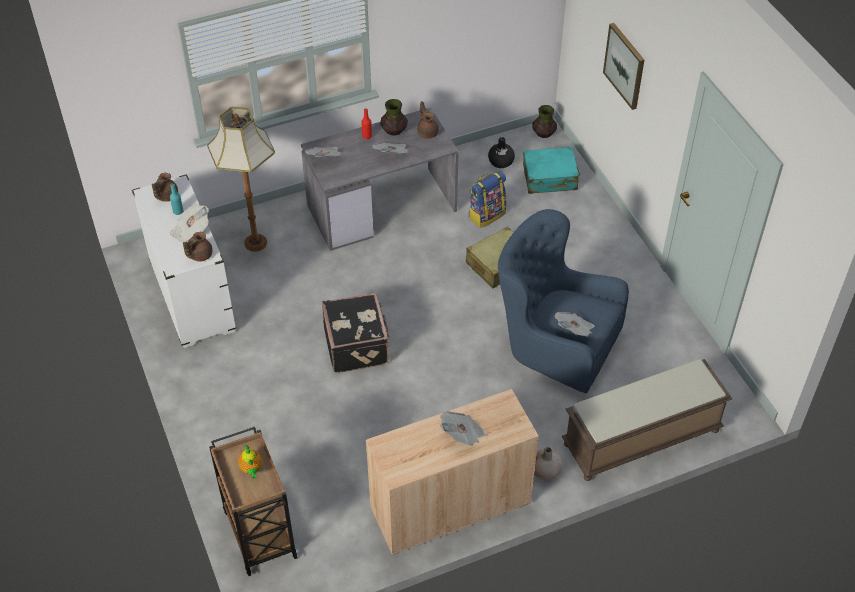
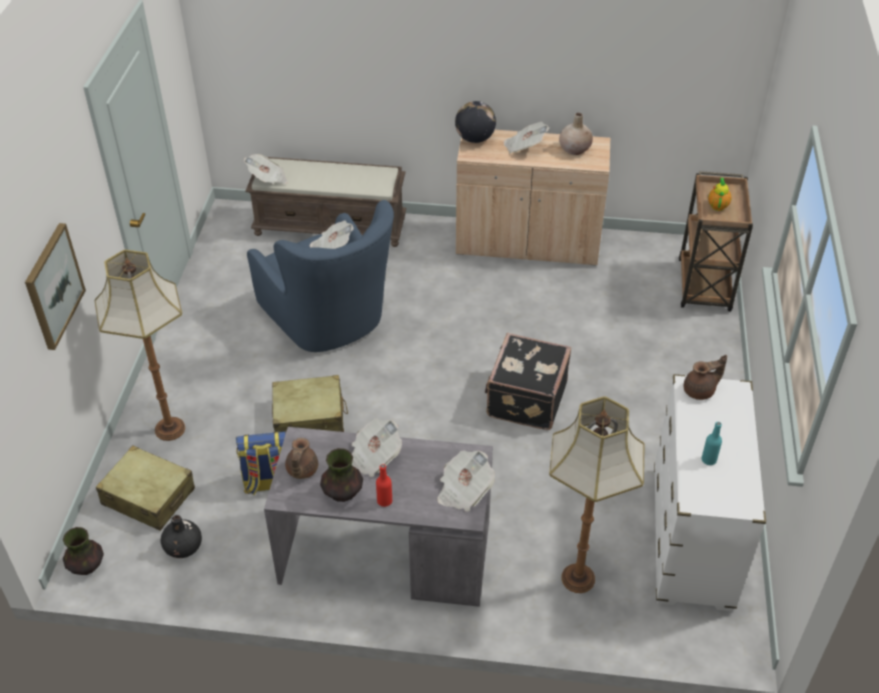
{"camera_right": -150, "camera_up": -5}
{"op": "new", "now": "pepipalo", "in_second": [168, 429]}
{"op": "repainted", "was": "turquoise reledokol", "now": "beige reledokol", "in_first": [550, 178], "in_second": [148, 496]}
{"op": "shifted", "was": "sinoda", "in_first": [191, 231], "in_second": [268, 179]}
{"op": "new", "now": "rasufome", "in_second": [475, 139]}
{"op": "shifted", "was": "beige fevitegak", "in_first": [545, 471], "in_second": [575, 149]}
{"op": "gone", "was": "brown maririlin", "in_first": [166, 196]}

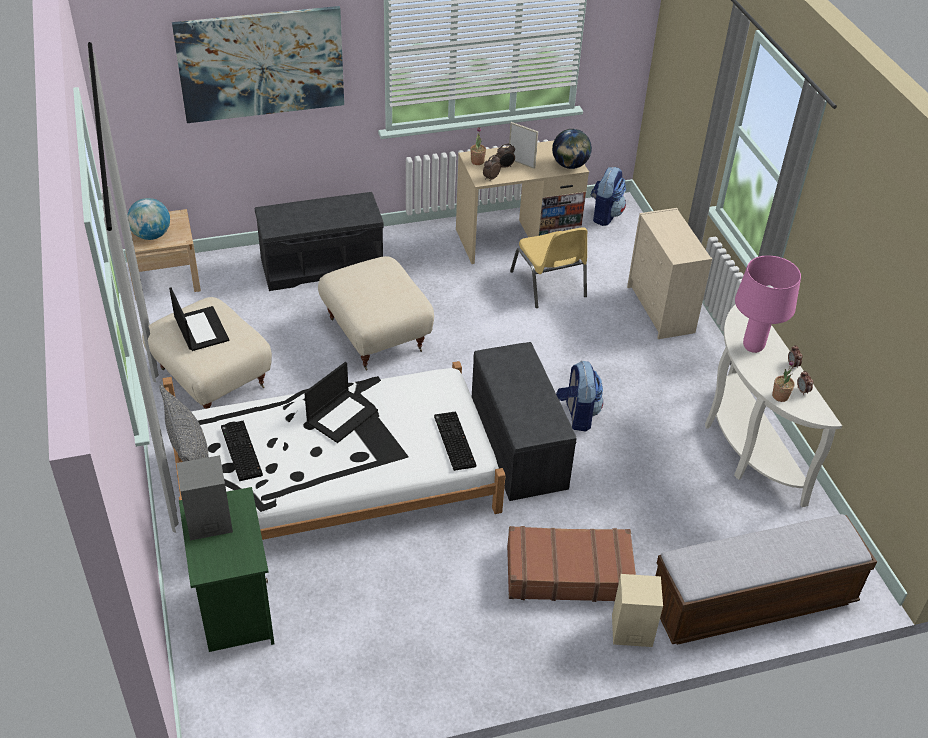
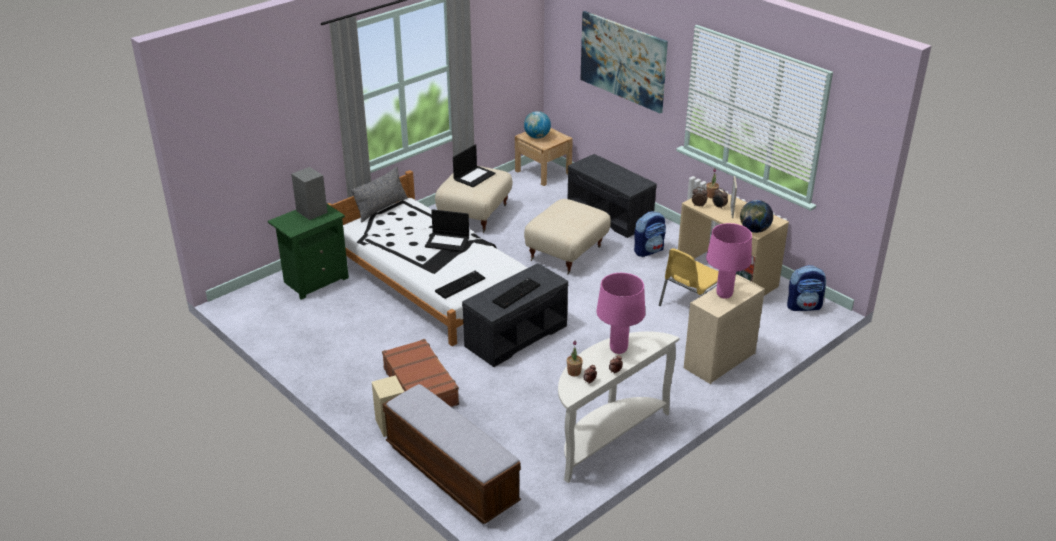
{"camera_right": 65, "camera_up": -10}
{"op": "shifted", "was": "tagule", "in_first": [240, 451], "in_second": [516, 293]}
{"op": "shifted", "was": "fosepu", "in_first": [577, 415], "in_second": [649, 250]}
{"op": "new", "now": "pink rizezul", "in_second": [724, 295]}

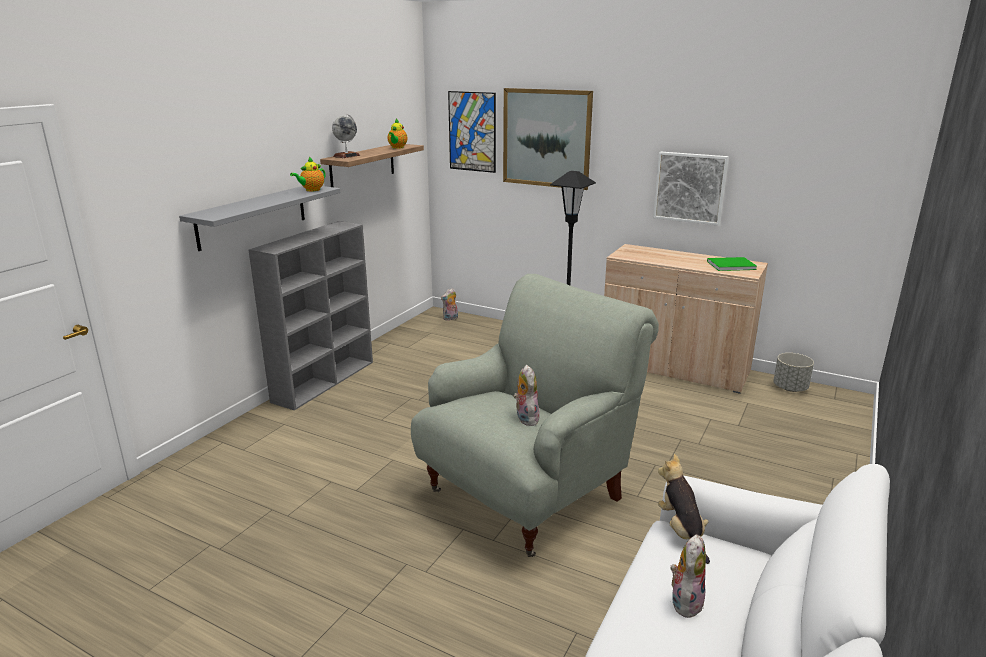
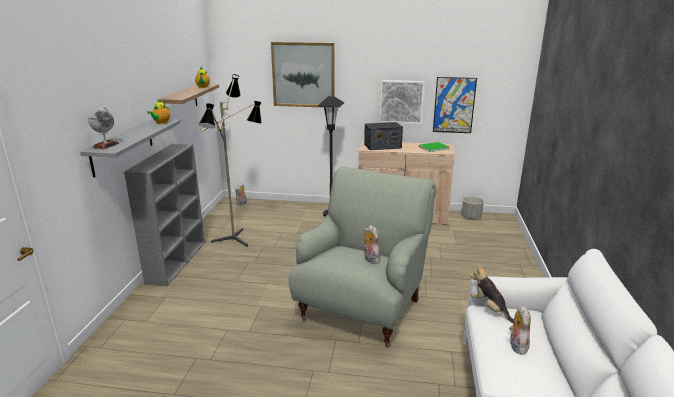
{"camera_right": -20, "camera_up": 0}
{"op": "shifted", "was": "rasufome", "in_first": [346, 156], "in_second": [106, 145]}
{"op": "new", "now": "pepipalo", "in_second": [238, 239]}
{"op": "new", "now": "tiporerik", "in_second": [382, 146]}
{"op": "shifted", "was": "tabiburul", "in_first": [472, 131], "in_second": [454, 105]}

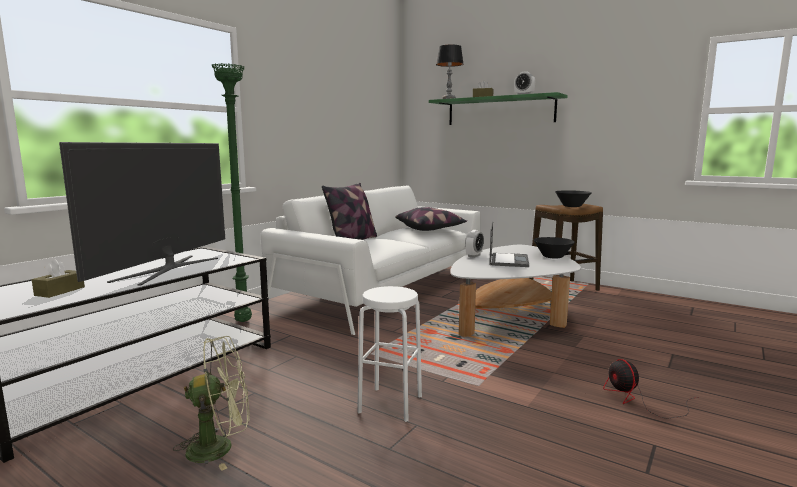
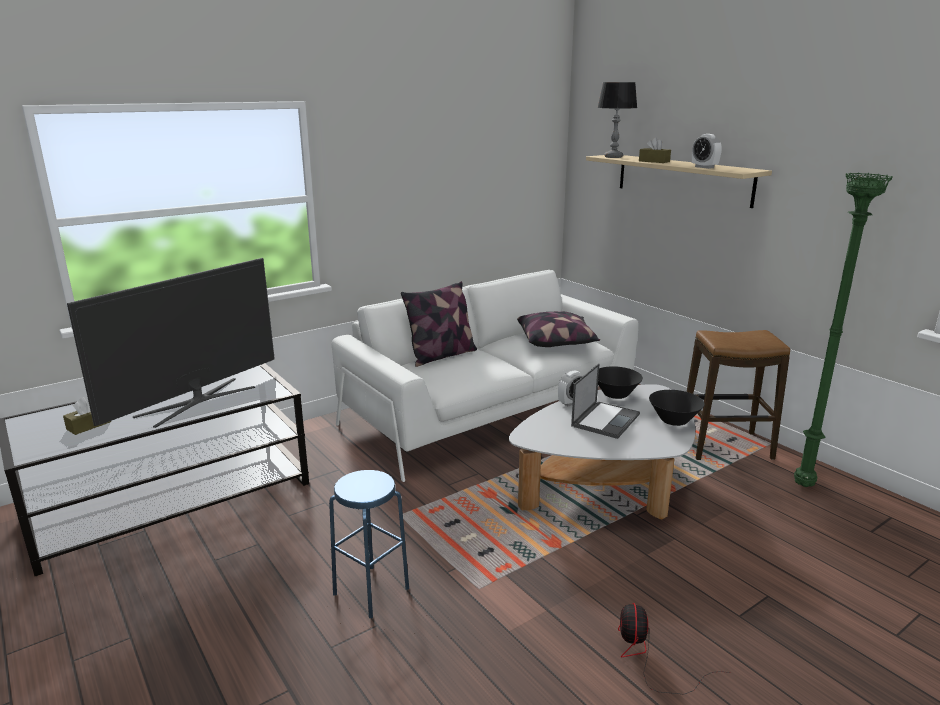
{"camera_right": 20, "camera_up": 10}
{"op": "repainted", "was": "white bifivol", "now": "blue bifivol", "in_first": [390, 404], "in_second": [371, 591]}
{"op": "repainted", "was": "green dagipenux", "now": "beige dagipenux", "in_first": [500, 111], "in_second": [682, 179]}
{"op": "shifted", "was": "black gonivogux", "in_first": [572, 206], "in_second": [615, 394]}
{"op": "shifted", "was": "green pepipalo", "in_first": [244, 321], "in_second": [805, 485]}
{"op": "gone", "was": "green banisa", "in_first": [220, 447]}

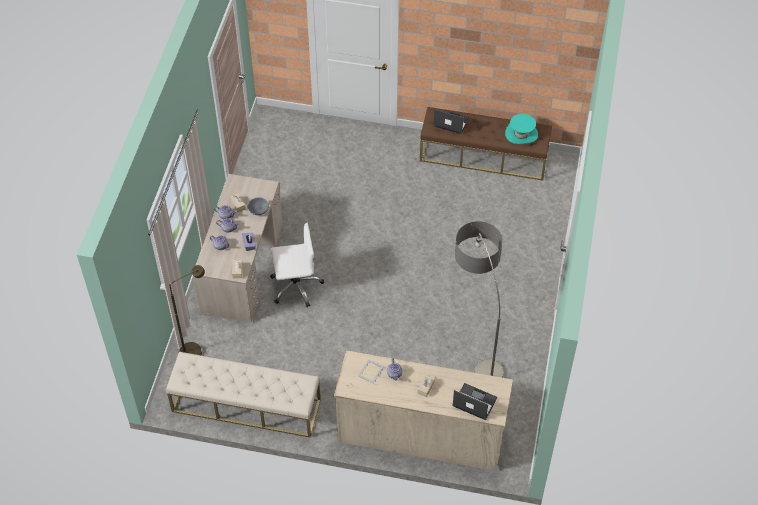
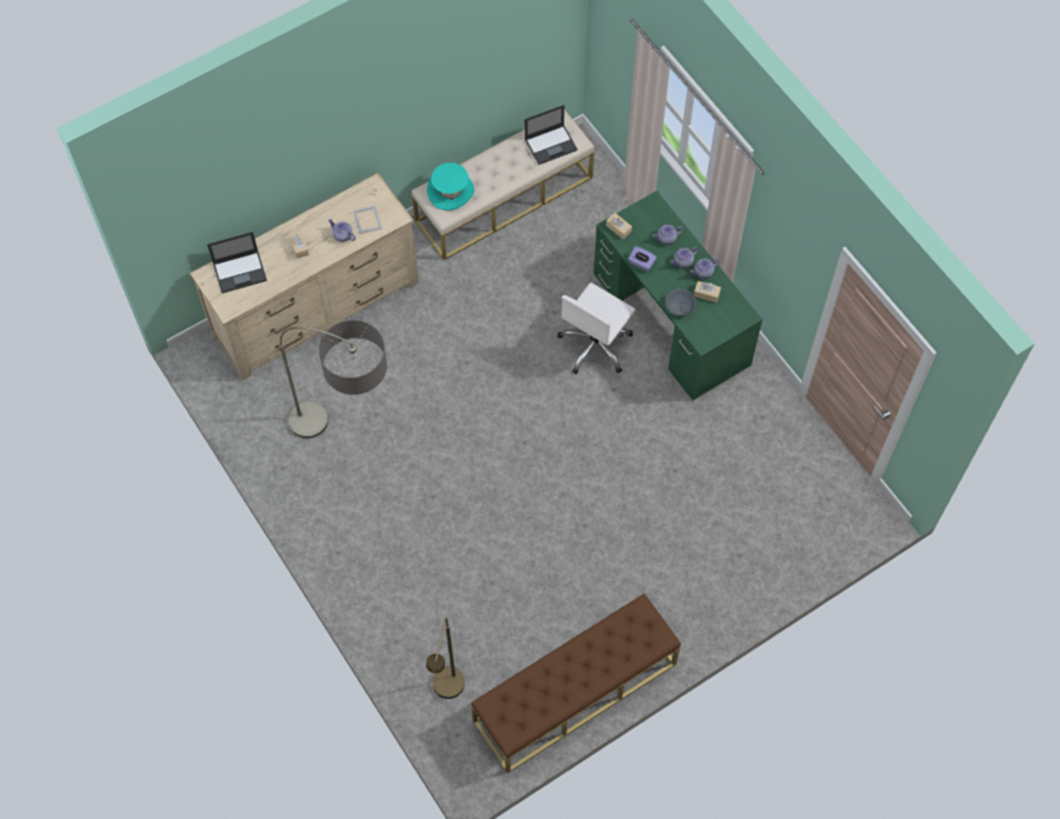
{"camera_right": 135, "camera_up": 10}
{"op": "shifted", "was": "brown pepipalo", "in_first": [195, 349], "in_second": [447, 692]}
{"op": "shifted", "was": "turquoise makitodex", "in_first": [521, 134], "in_second": [450, 191]}
{"op": "shifted", "was": "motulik", "in_first": [450, 122], "in_second": [551, 144]}
{"op": "repainted", "was": "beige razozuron", "now": "green razozuron", "in_first": [243, 267], "in_second": [671, 319]}

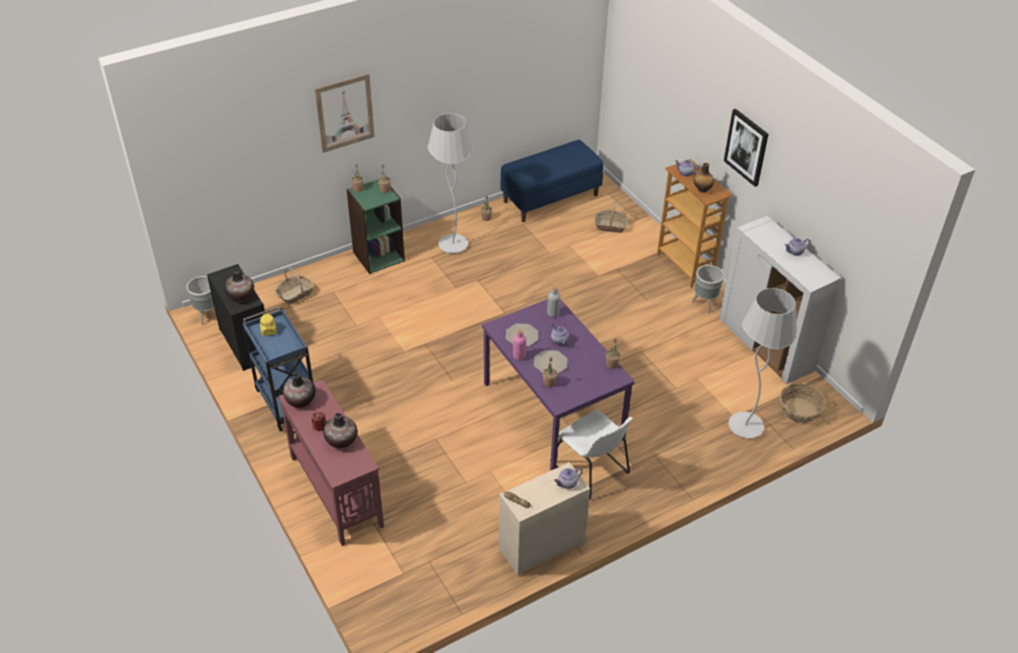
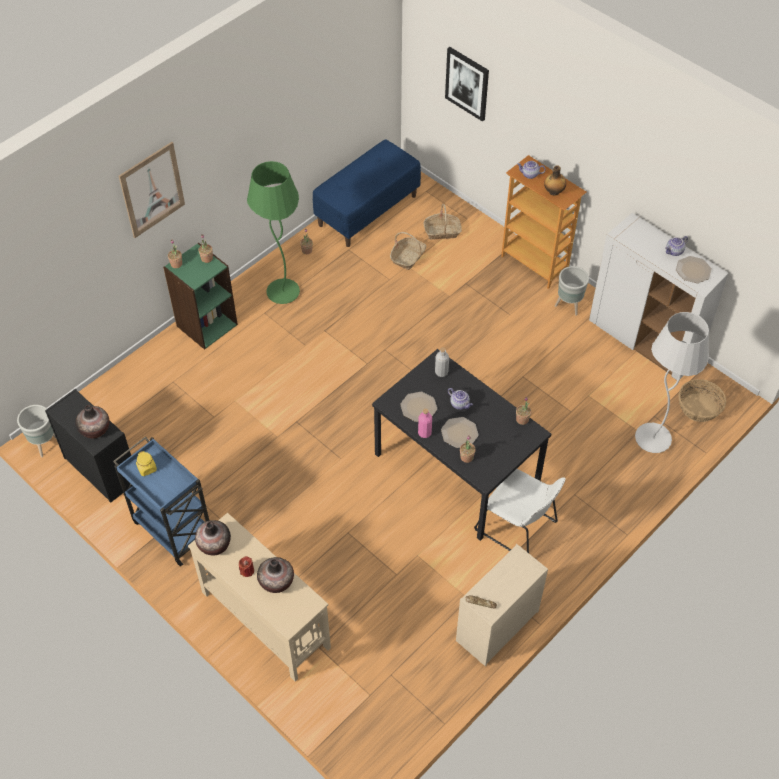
{"camera_right": -15, "camera_up": 10}
{"op": "repainted", "was": "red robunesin", "now": "beige robunesin", "in_first": [336, 490], "in_second": [265, 619]}
{"op": "repainted", "was": "white pepipalo", "now": "green pepipalo", "in_first": [453, 245], "in_second": [283, 293]}
{"op": "repainted", "was": "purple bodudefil", "now": "black bodudefil", "in_first": [554, 411], "in_second": [458, 469]}
{"op": "shifted", "was": "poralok", "in_first": [295, 294], "in_second": [408, 257]}
{"op": "shifted", "was": "tabiburul", "in_first": [746, 147], "in_second": [467, 83]}
{"op": "new", "now": "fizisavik", "in_second": [693, 270]}
{"op": "gone", "was": "maririlin", "in_first": [567, 483]}

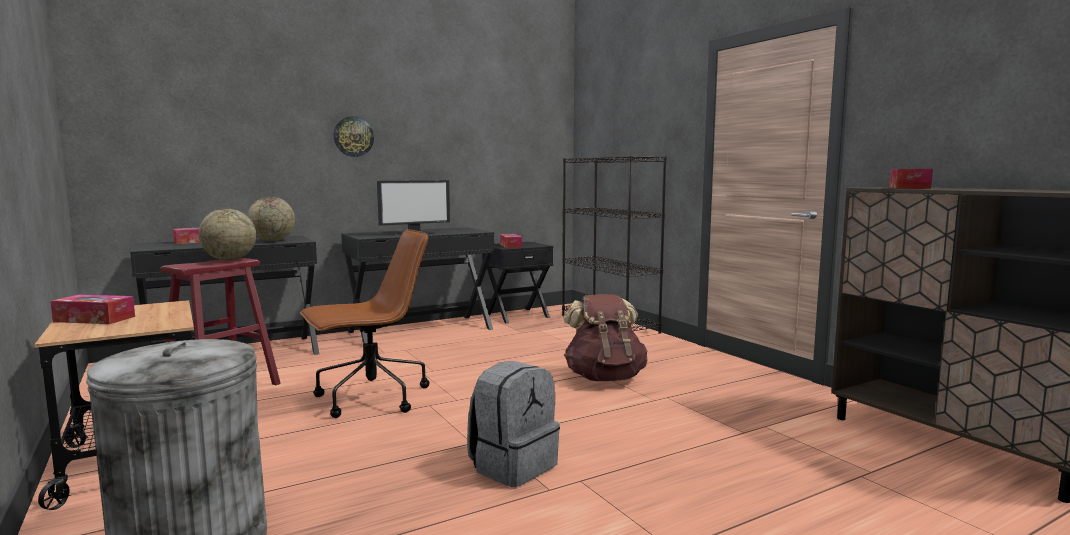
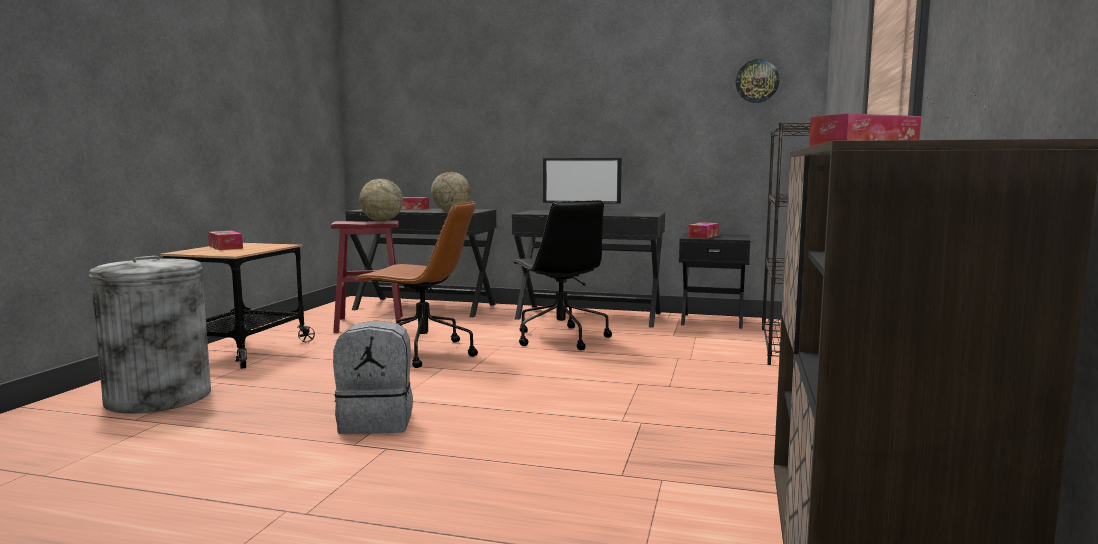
{"camera_right": 45, "camera_up": 0}
{"op": "new", "now": "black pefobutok", "in_second": [560, 338]}
{"op": "shifted", "was": "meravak", "in_first": [353, 136], "in_second": [757, 81]}
{"op": "gone", "was": "brown fosepu", "in_first": [604, 378]}

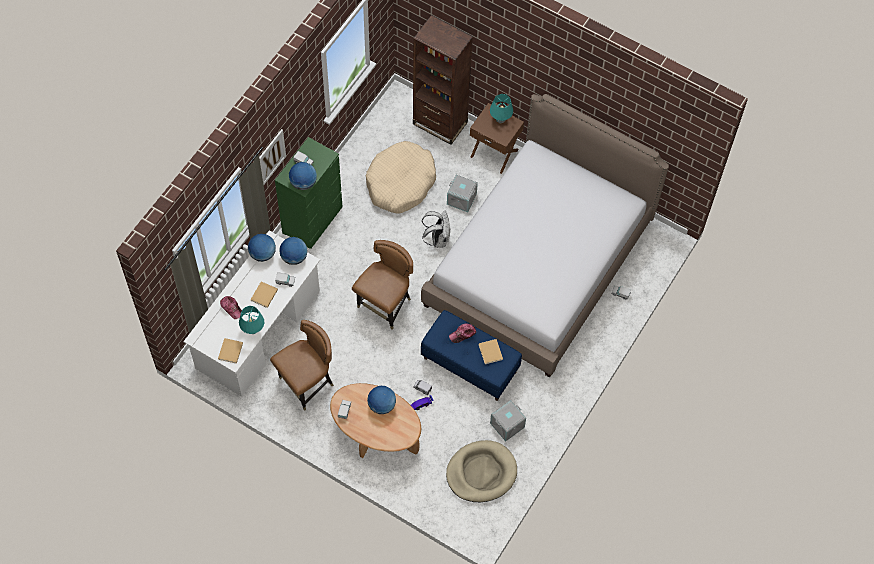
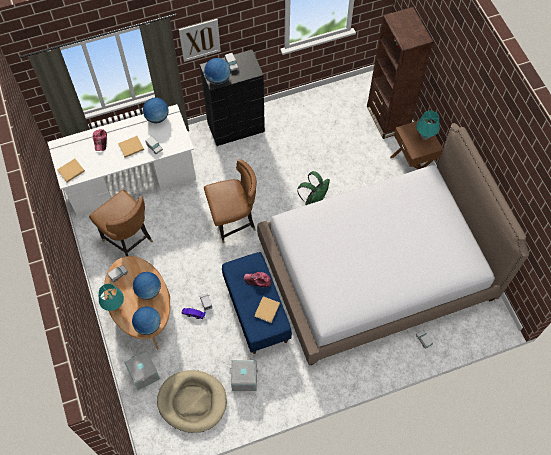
{"camera_right": 40, "camera_up": 0}
{"op": "rotated", "was": "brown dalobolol", "in_first": [307, 384], "in_second": [128, 239], "clockwise": 45}
{"op": "shifted", "was": "turquoise rizezul", "in_first": [253, 330], "in_second": [114, 306]}
{"op": "shifted", "was": "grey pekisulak", "in_first": [462, 198], "in_second": [145, 374]}
{"op": "shifted", "was": "rasufome", "in_first": [294, 257], "in_second": [148, 325]}
{"op": "repainted", "was": "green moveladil", "now": "black moveladil", "in_first": [312, 220], "in_second": [236, 127]}
{"op": "repainted", "was": "white fosepu", "now": "green fosepu", "in_first": [437, 239], "in_second": [314, 200]}
{"op": "gone", "was": "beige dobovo", "in_first": [400, 183]}

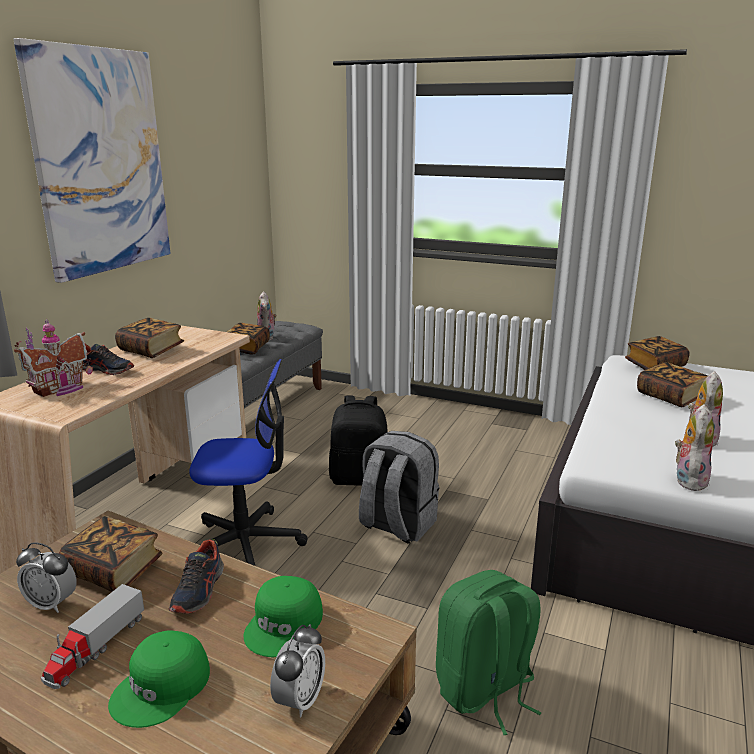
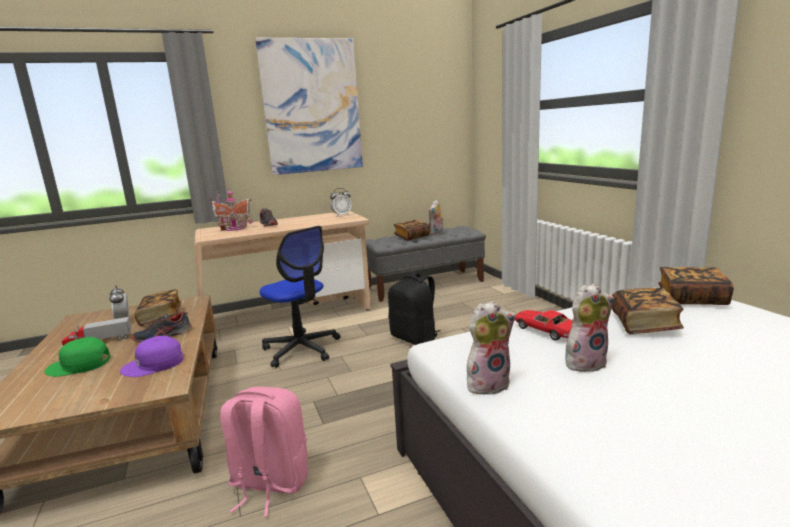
{"camera_right": 45, "camera_up": -5}
{"op": "repainted", "was": "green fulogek", "now": "purple fulogek", "in_first": [285, 624], "in_second": [154, 364]}
{"op": "repainted", "was": "green fosepu", "now": "pink fosepu", "in_first": [485, 690], "in_second": [269, 484]}
{"op": "shifted", "was": "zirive", "in_first": [300, 700], "in_second": [341, 215]}
{"op": "new", "now": "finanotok", "in_second": [545, 330]}
{"op": "gone", "was": "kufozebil", "in_first": [151, 350]}
{"op": "gone", "was": "grey fosepu", "in_first": [397, 525]}

